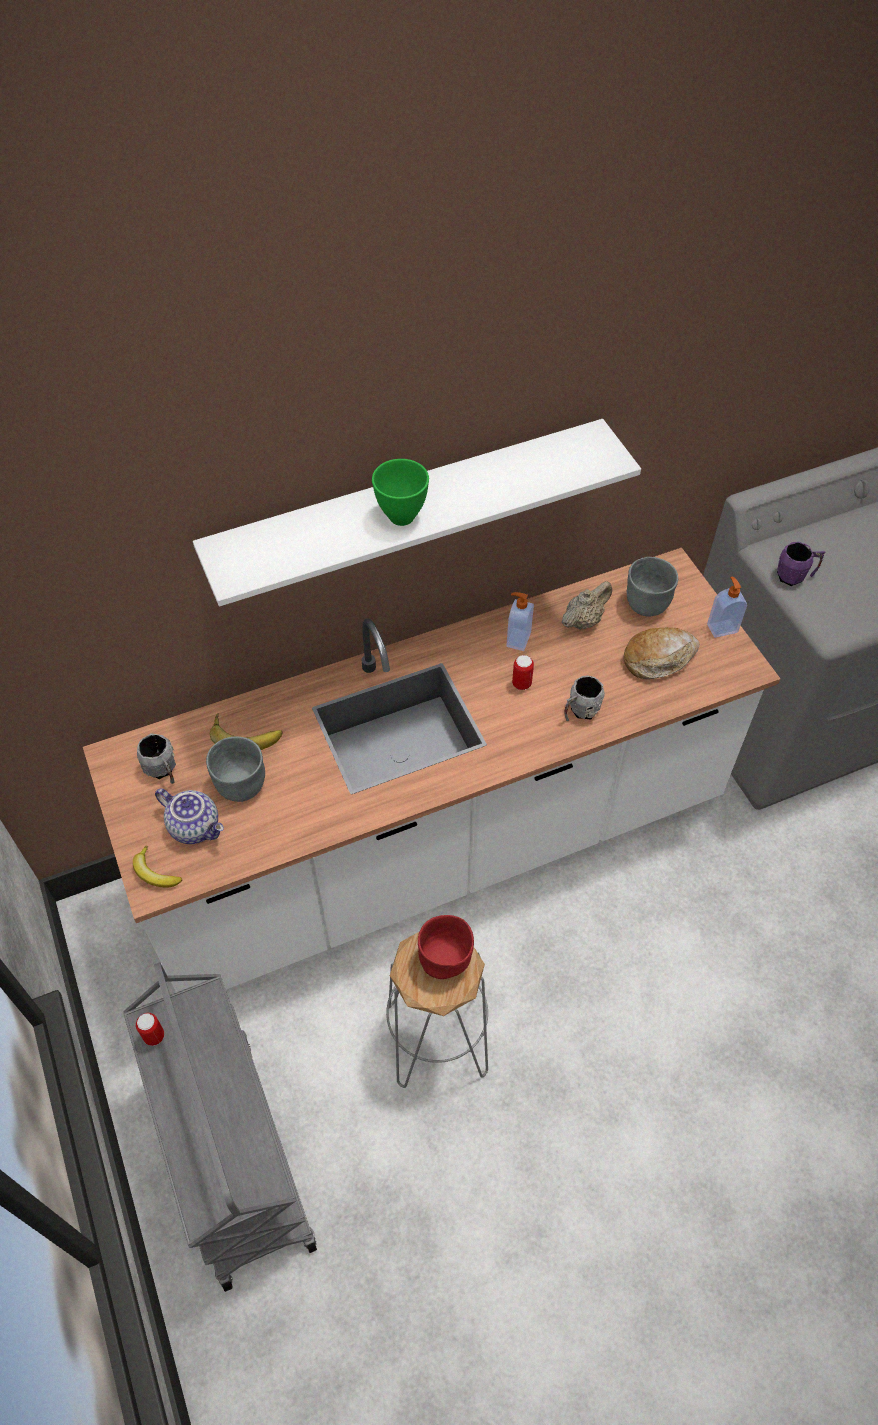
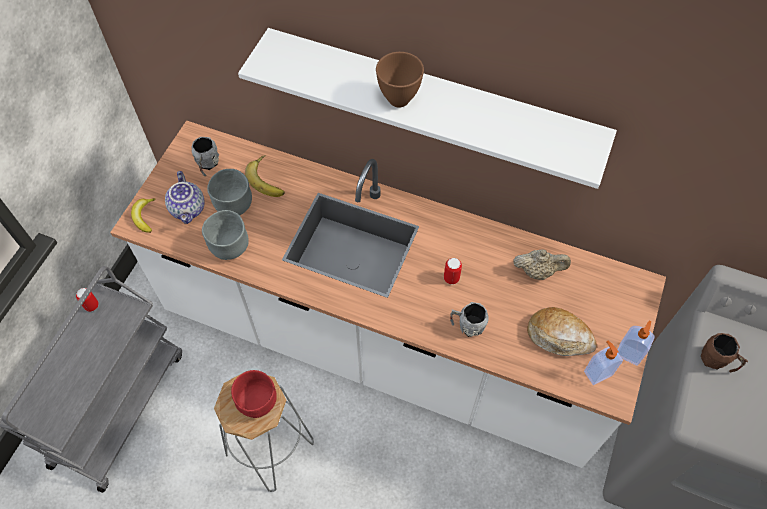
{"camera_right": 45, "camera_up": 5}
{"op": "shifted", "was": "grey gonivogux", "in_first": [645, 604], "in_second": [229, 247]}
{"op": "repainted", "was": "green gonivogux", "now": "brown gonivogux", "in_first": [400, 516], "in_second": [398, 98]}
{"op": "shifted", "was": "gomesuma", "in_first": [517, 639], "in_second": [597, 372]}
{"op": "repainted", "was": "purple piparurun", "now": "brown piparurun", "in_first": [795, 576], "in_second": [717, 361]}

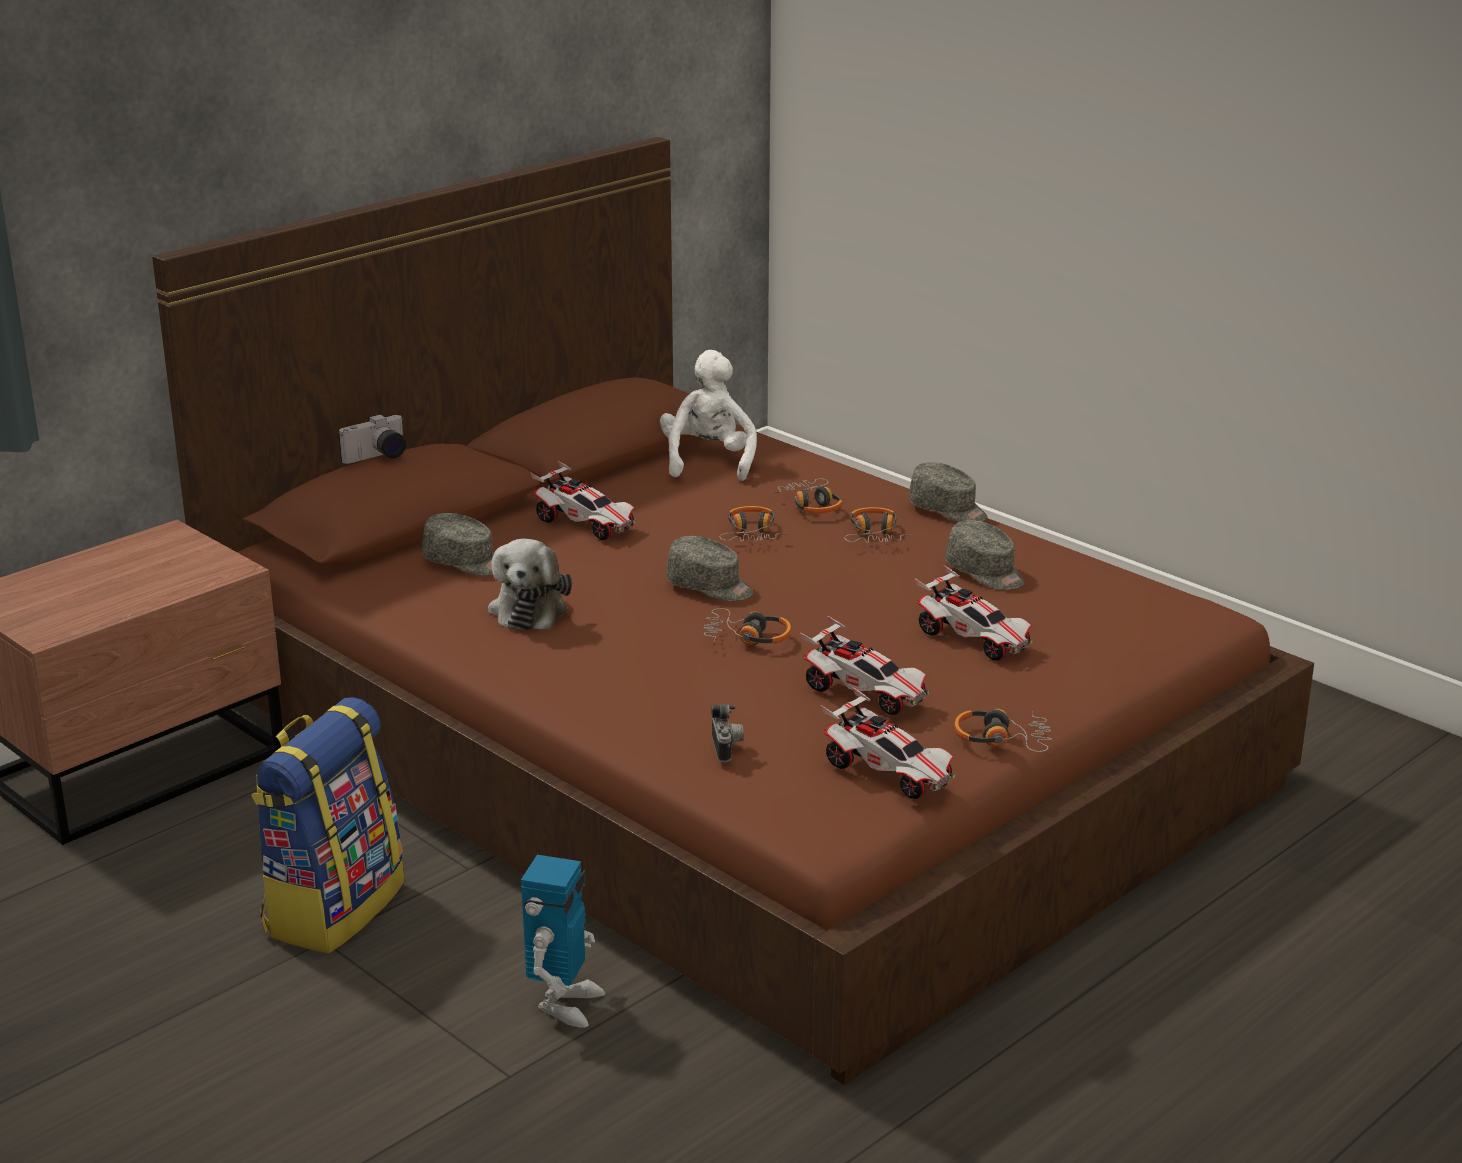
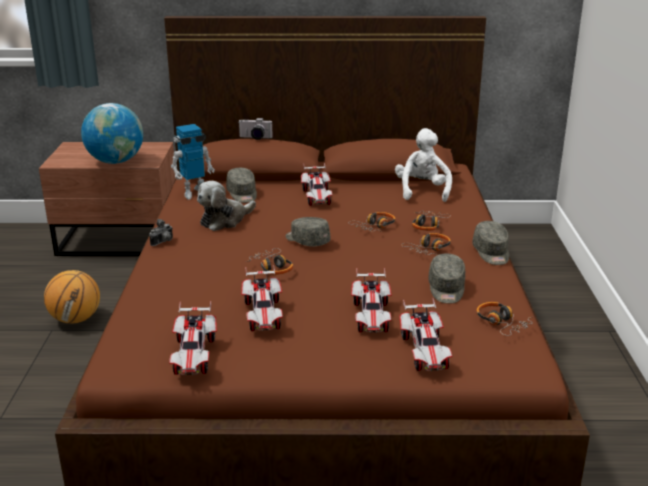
{"camera_right": 45, "camera_up": 0}
{"op": "swapped", "was": "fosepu", "now": "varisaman", "in_first": [333, 907], "in_second": [76, 319]}
{"op": "new", "now": "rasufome", "in_second": [116, 161]}
{"op": "shifted", "was": "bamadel", "in_first": [727, 748], "in_second": [163, 242]}
{"op": "shifted", "was": "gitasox", "in_first": [564, 1004], "in_second": [194, 192]}
{"op": "rotated", "was": "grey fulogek", "in_first": [710, 587], "in_second": [306, 241], "clockwise": 150}
{"op": "rotated", "was": "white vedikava", "in_first": [708, 461], "in_second": [422, 191], "clockwise": -45}
{"op": "new", "now": "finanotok", "in_second": [425, 352]}
{"op": "shifted", "was": "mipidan", "in_first": [1002, 739], "in_second": [502, 323]}

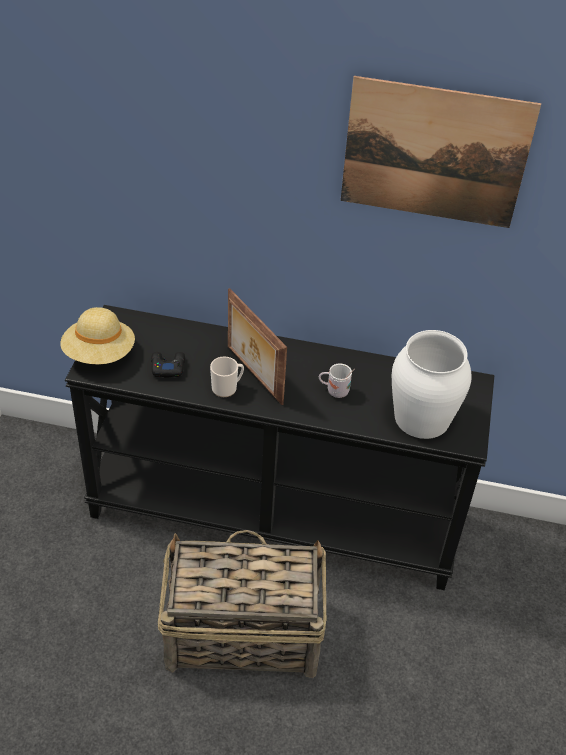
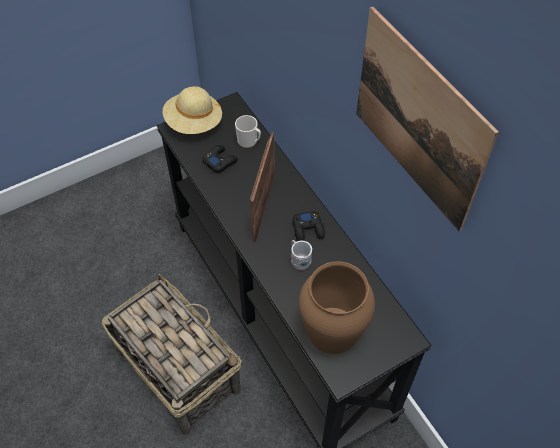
{"camera_right": 50, "camera_up": 10}
{"op": "shifted", "was": "piparurun", "in_first": [227, 388], "in_second": [249, 141]}
{"op": "new", "now": "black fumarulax", "in_second": [308, 229]}
{"op": "repainted", "was": "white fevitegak", "now": "brown fevitegak", "in_first": [422, 417], "in_second": [333, 330]}

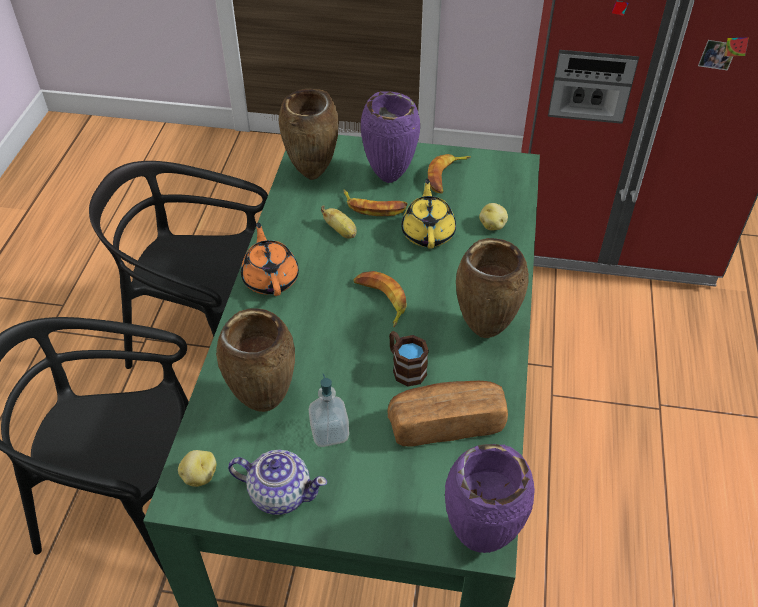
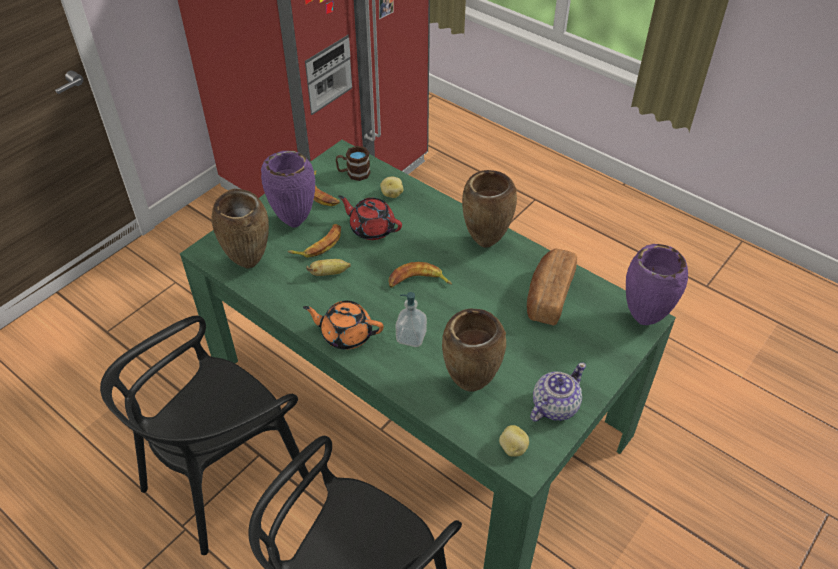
{"camera_right": -60, "camera_up": 0}
{"op": "shifted", "was": "brown piparurun", "in_first": [405, 367], "in_second": [353, 173]}
{"op": "repainted", "was": "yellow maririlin", "now": "red maririlin", "in_first": [428, 233], "in_second": [371, 228]}
{"op": "shifted", "was": "gomesuma", "in_first": [329, 433], "in_second": [411, 337]}

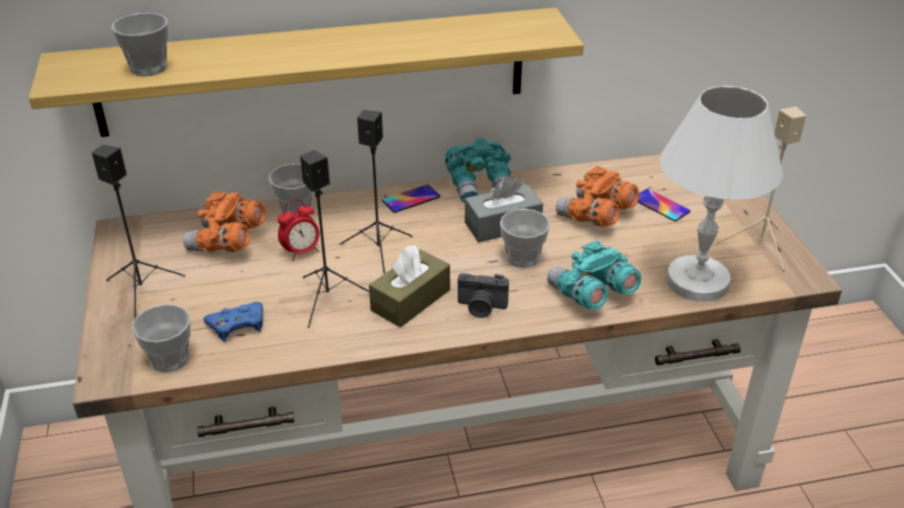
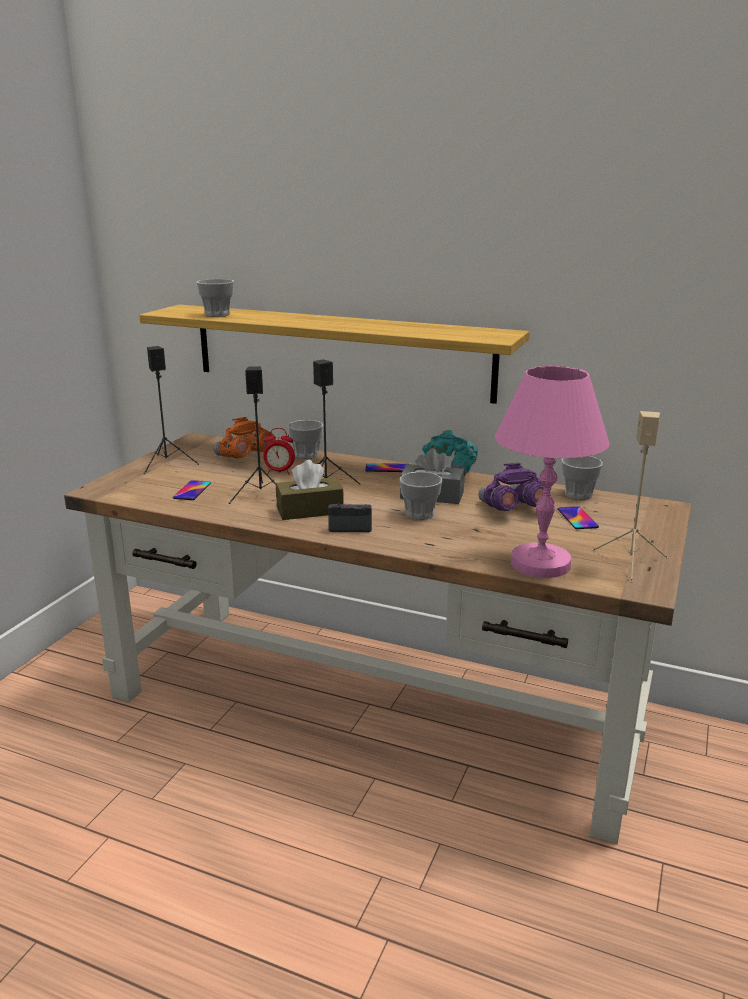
{"camera_right": 35, "camera_up": -15}
{"op": "swapped", "was": "blue fumarulax", "now": "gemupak", "in_first": [237, 325], "in_second": [192, 491]}
{"op": "rotated", "was": "bamadel", "in_first": [481, 307], "in_second": [350, 527], "clockwise": 135}
{"op": "repainted", "was": "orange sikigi", "now": "purple sikigi", "in_first": [595, 216], "in_second": [511, 510]}
{"op": "repainted", "was": "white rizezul", "now": "pink rizezul", "in_first": [696, 281], "in_second": [539, 563]}
{"op": "shifted", "was": "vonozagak", "in_first": [170, 359], "in_second": [578, 494]}
{"op": "gone", "was": "turquoise sikigi", "in_first": [591, 295]}

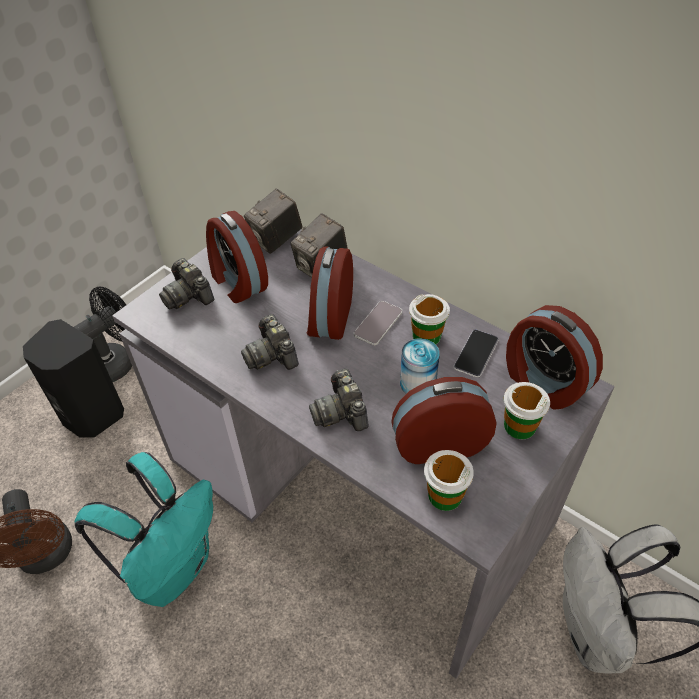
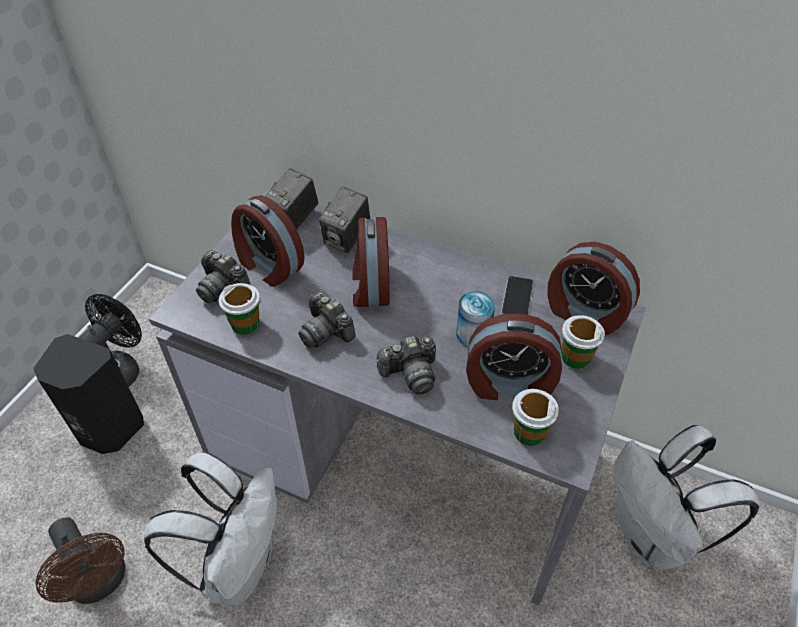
{"camera_right": -15, "camera_up": 0}
{"op": "repainted", "was": "turquoise fosepu", "now": "white fosepu", "in_first": [172, 567], "in_second": [238, 563]}
{"op": "shifted", "was": "vonozagak", "in_first": [427, 336], "in_second": [245, 324]}
{"op": "rotated", "was": "bamadel", "in_first": [341, 412], "in_second": [410, 373], "clockwise": -75}
{"op": "rotated", "was": "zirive", "in_first": [439, 442], "in_second": [509, 385], "clockwise": -150}
{"op": "gone", "was": "gemupak", "in_first": [378, 323]}

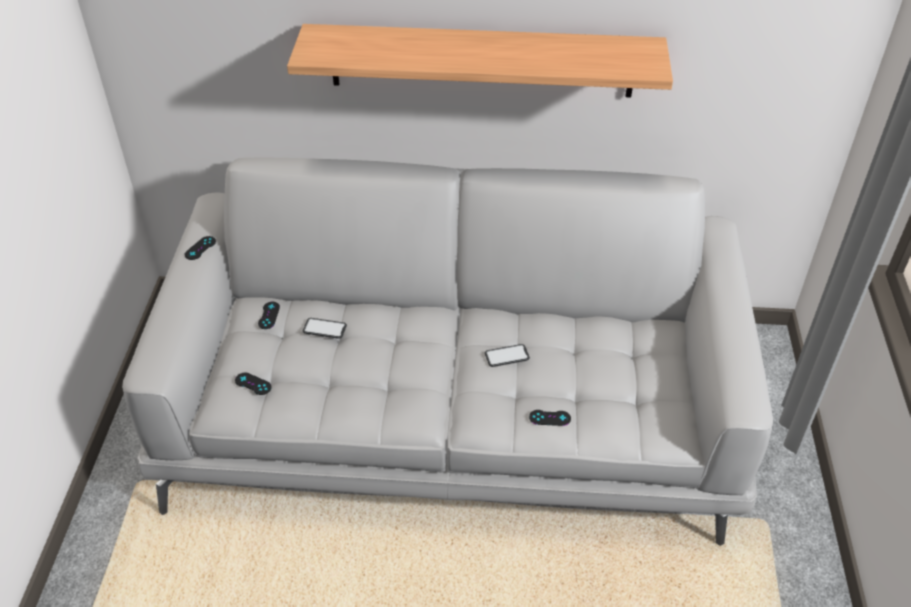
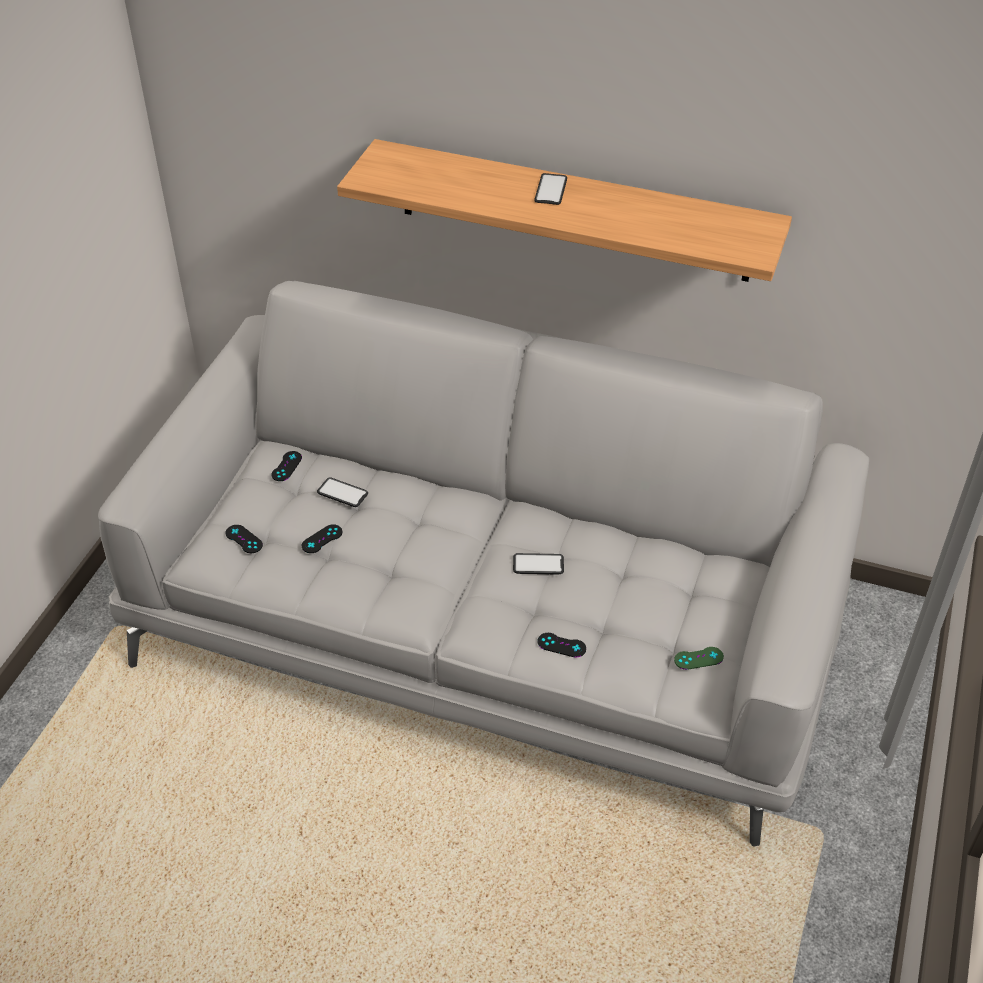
{"camera_right": 15, "camera_up": 0}
{"op": "shifted", "was": "black fumarulax", "in_first": [200, 248], "in_second": [322, 539]}
{"op": "new", "now": "gemupak", "in_second": [551, 190]}
{"op": "new", "now": "green fumarulax", "in_second": [698, 658]}

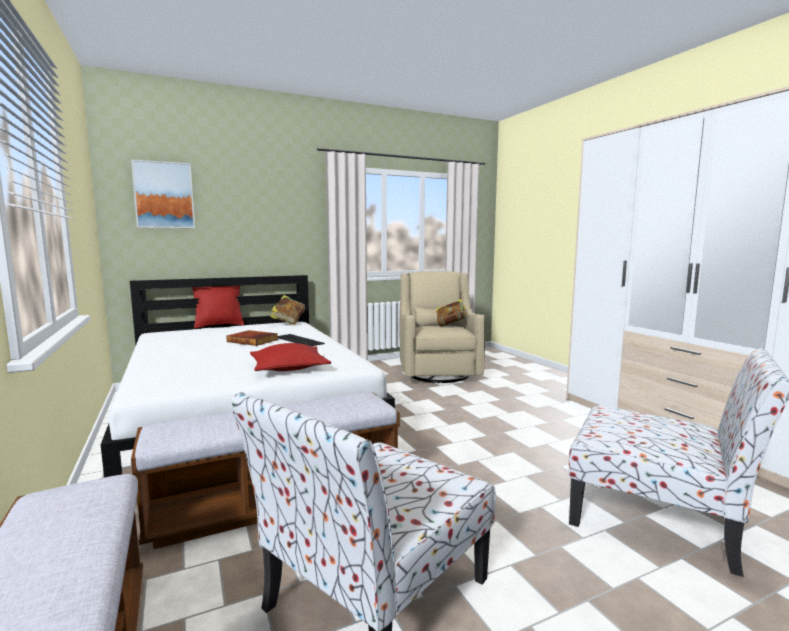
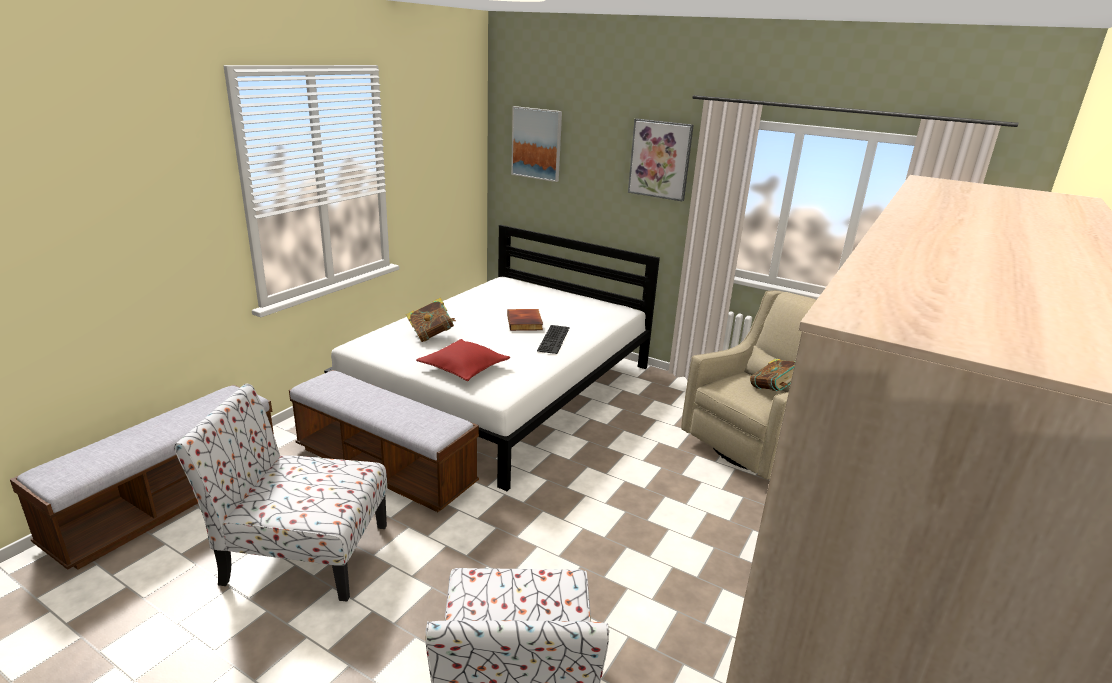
{"camera_right": 55, "camera_up": 15}
{"op": "shifted", "was": "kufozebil", "in_first": [288, 322], "in_second": [431, 335]}
{"op": "new", "now": "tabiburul", "in_second": [660, 159]}
{"op": "gone", "was": "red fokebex", "in_first": [219, 325]}

